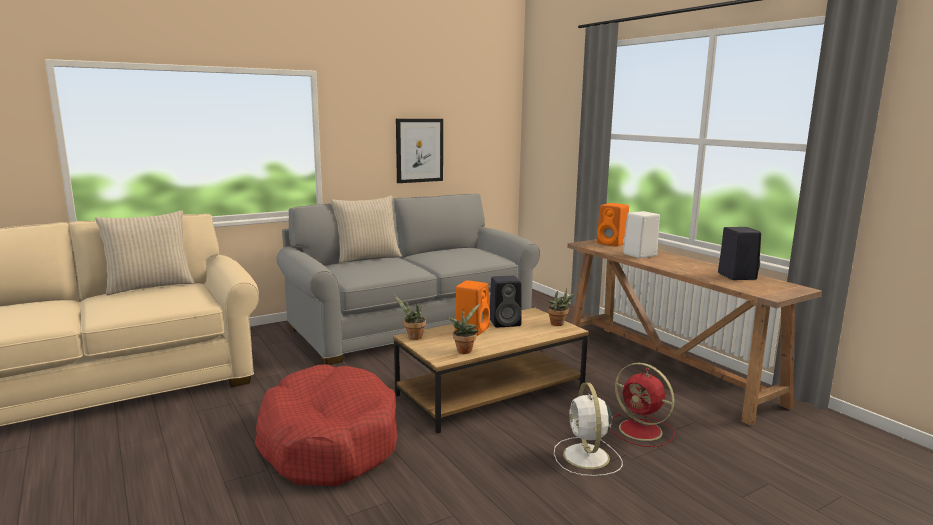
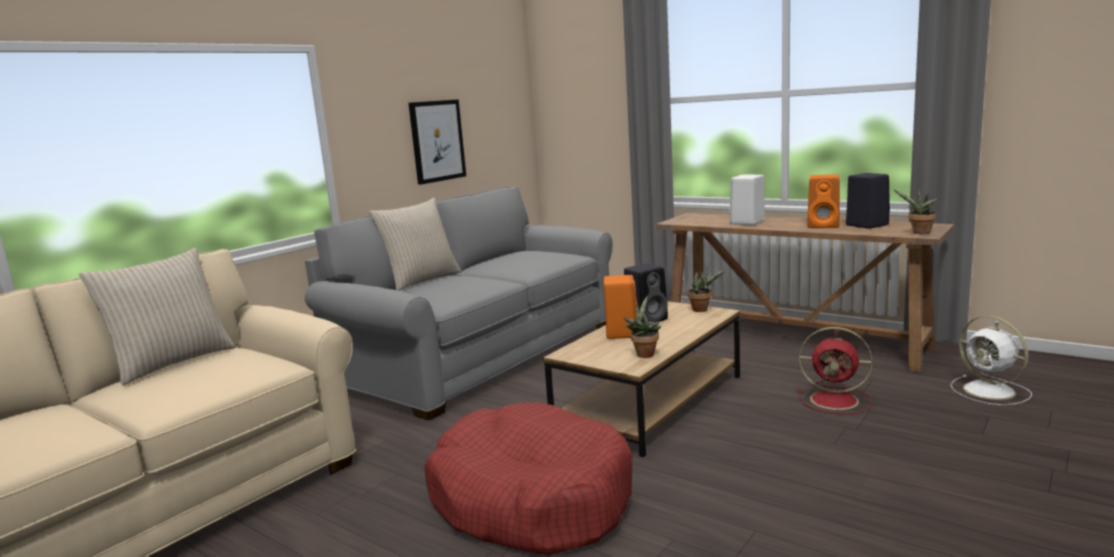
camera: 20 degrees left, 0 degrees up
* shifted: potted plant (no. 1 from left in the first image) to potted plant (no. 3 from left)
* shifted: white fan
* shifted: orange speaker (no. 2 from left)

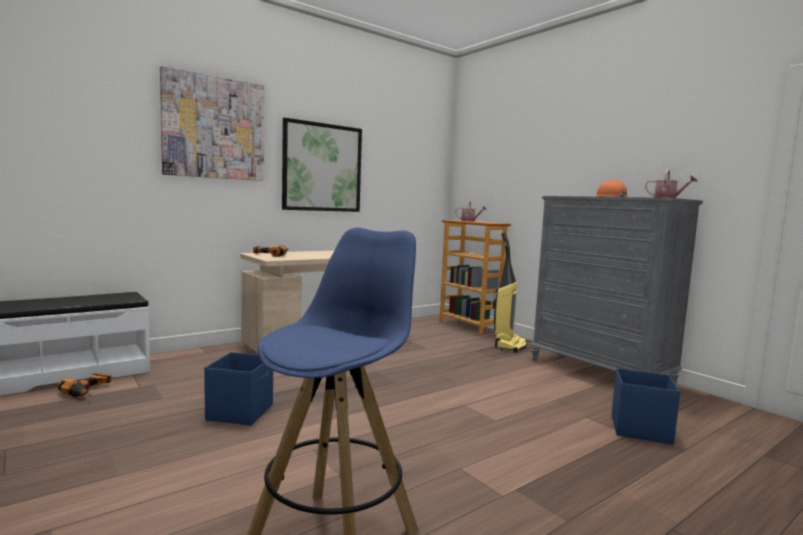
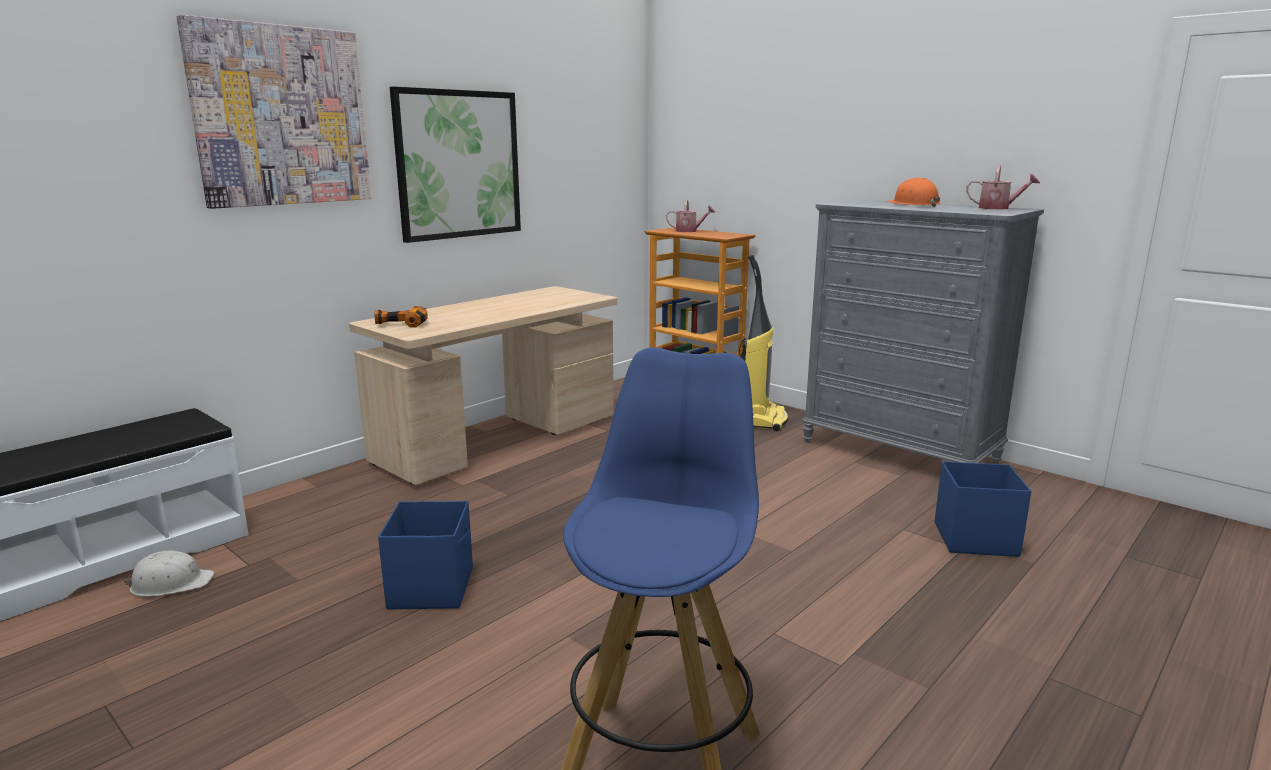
camera: 10 degrees left, 10 degrees up
* swapped: power drill (no. 1 from left) to white hard hat

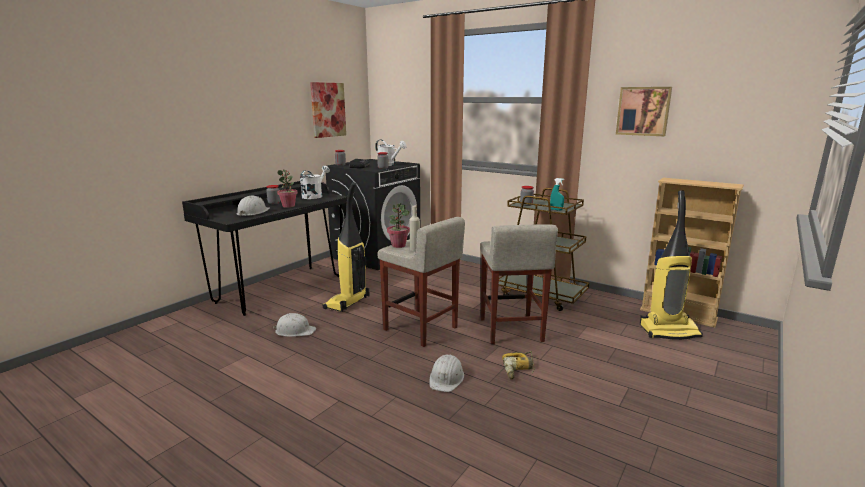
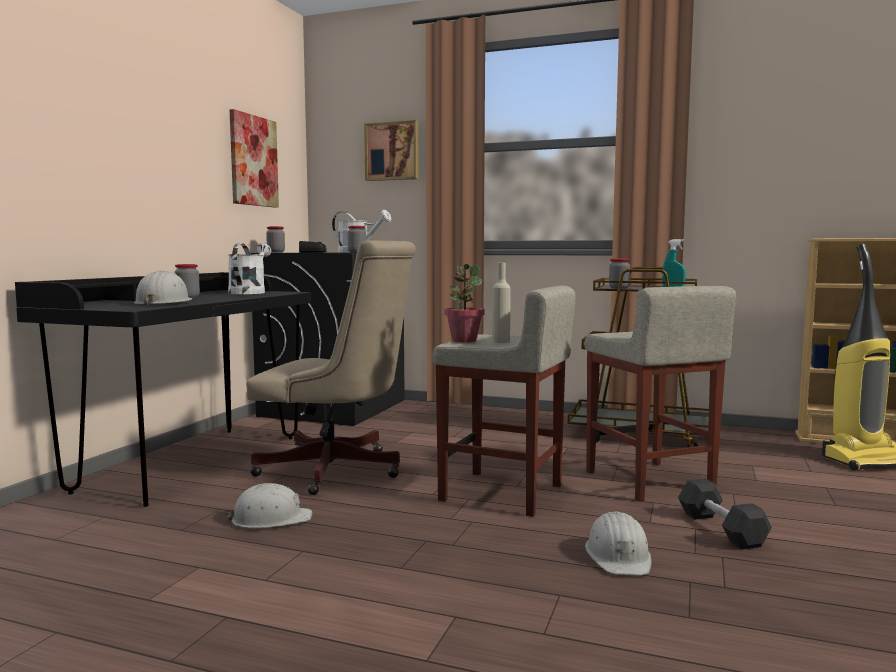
camera: 15 degrees left, 10 degrees down
* gone: potted plant (no. 1 from left)
* shifted: picture (no. 2 from left)
* swapped: vacuum cleaner (no. 1 from left) to beige office chair
* swapped: power drill to black dumbbell

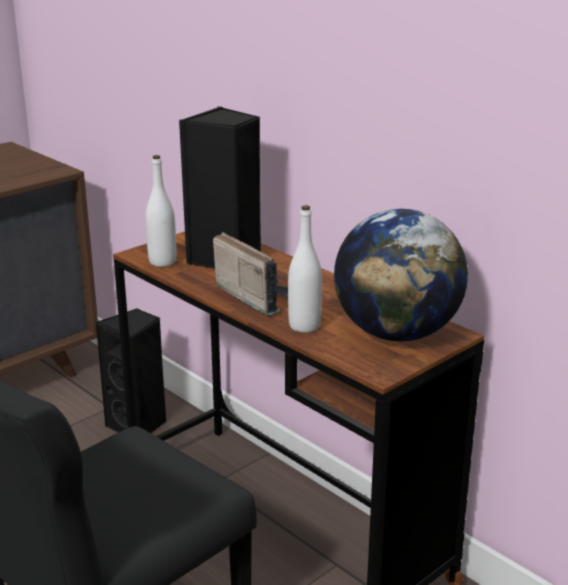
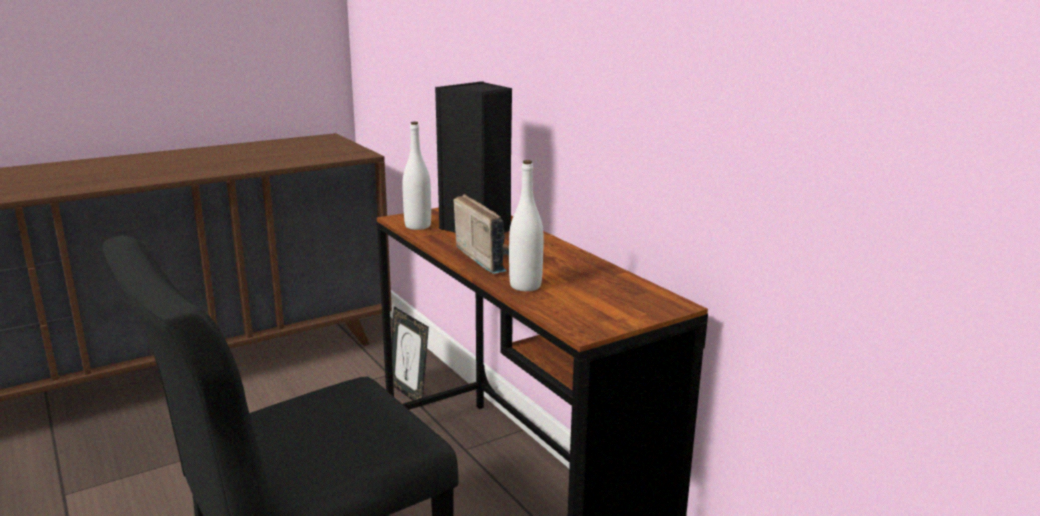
camera: 10 degrees right, 5 degrees down
* gone: globe
* swapped: black speaker (no. 1 from left) to picture frame

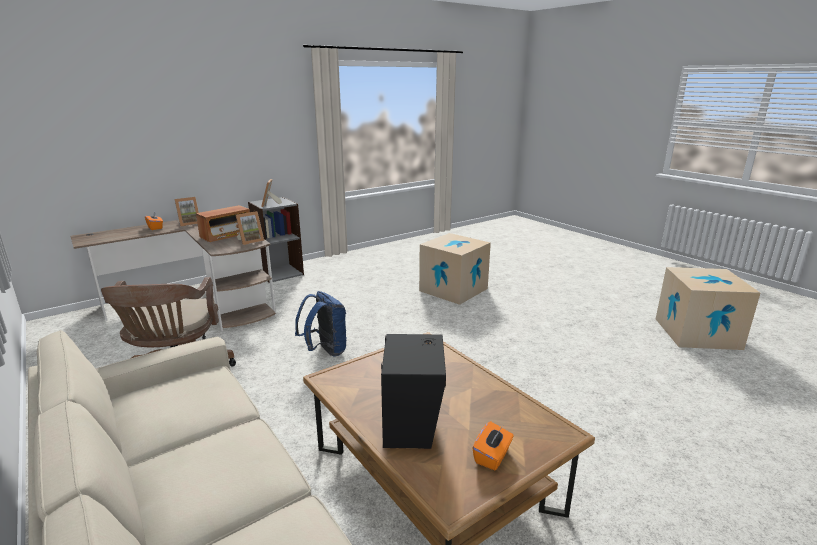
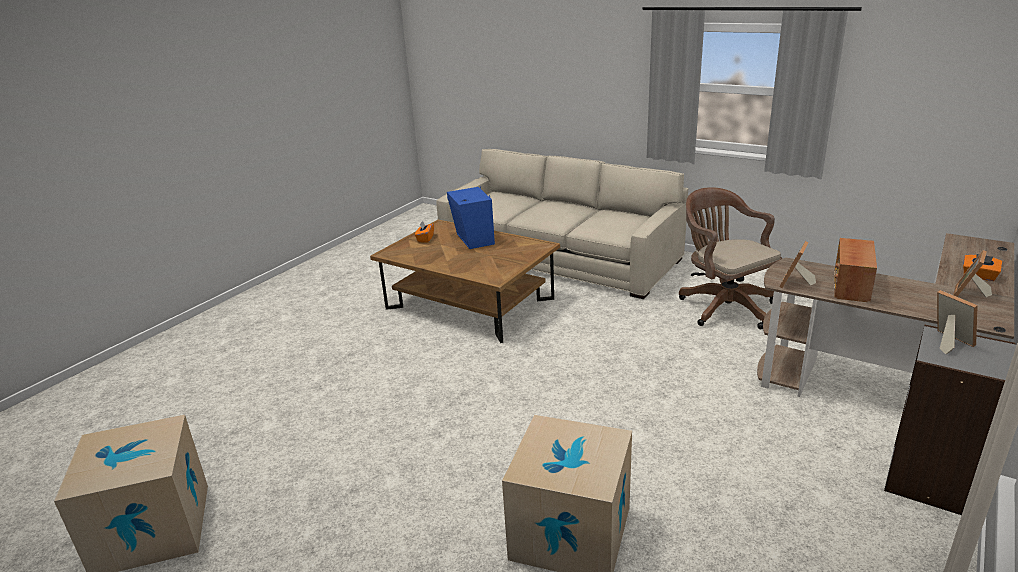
camera: 160 degrees right, 5 degrees up
* gone: blue backpack
* repainted: black speaker to blue speaker

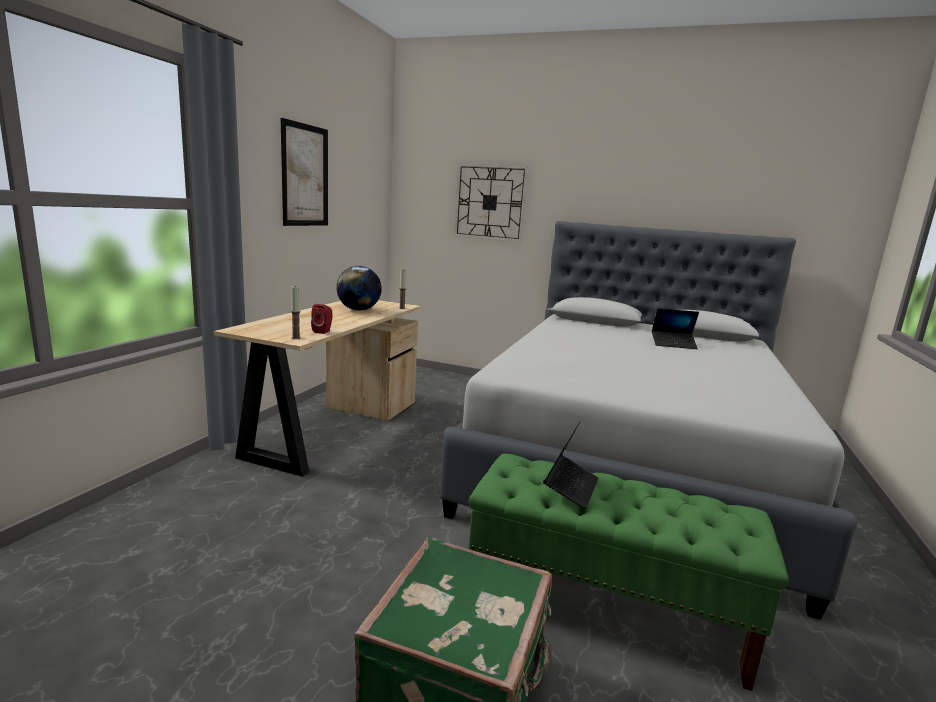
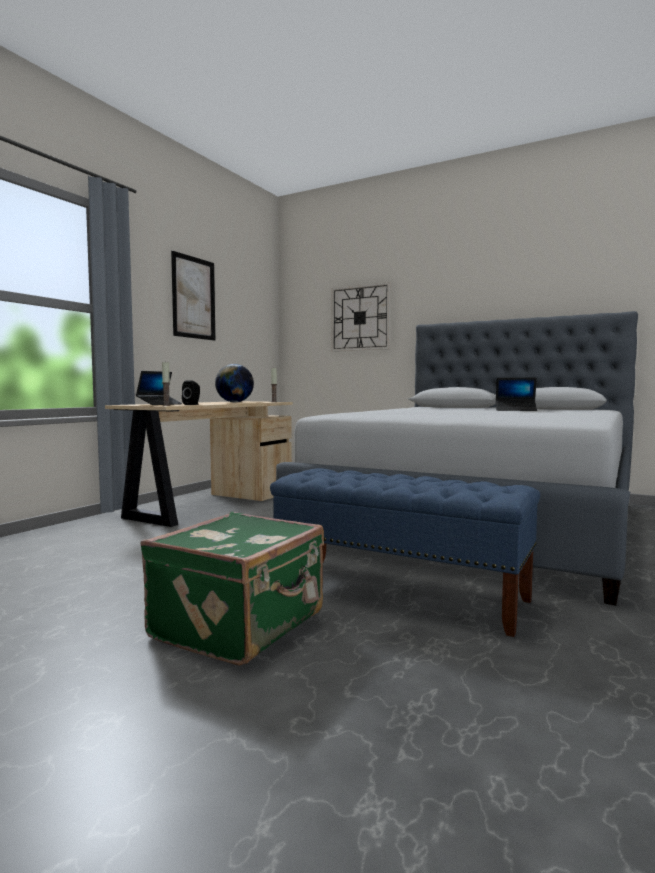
camera: 10 degrees right, 10 degrees down
* shifted: laptop (no. 1 from left)
* repainted: red speaker to black speaker
* repainted: green bench to blue bench

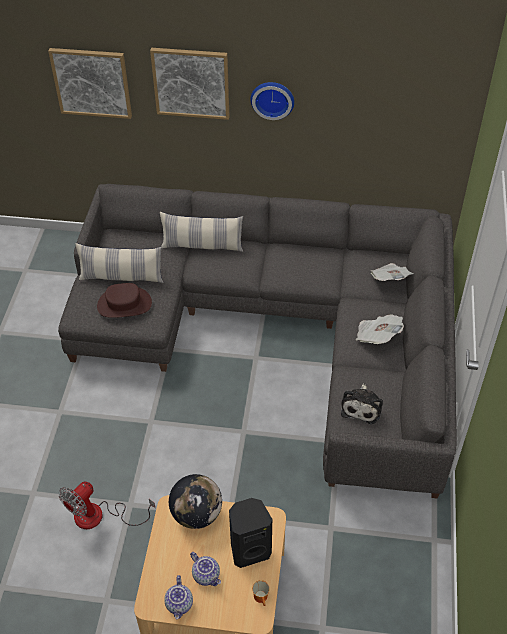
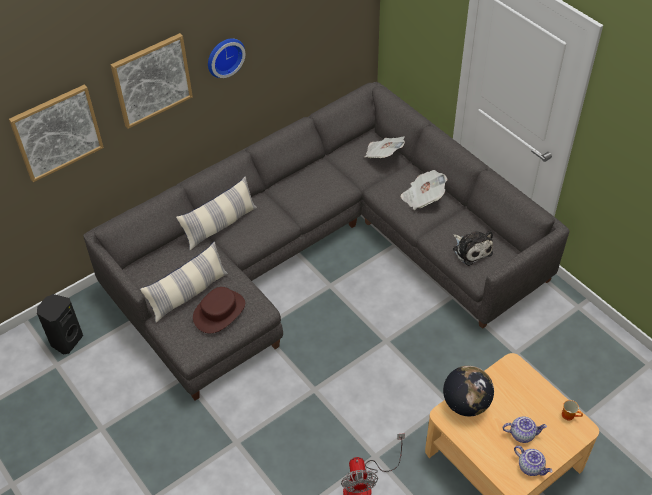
camera: 45 degrees left, 0 degrees up
* shifted: black speaker

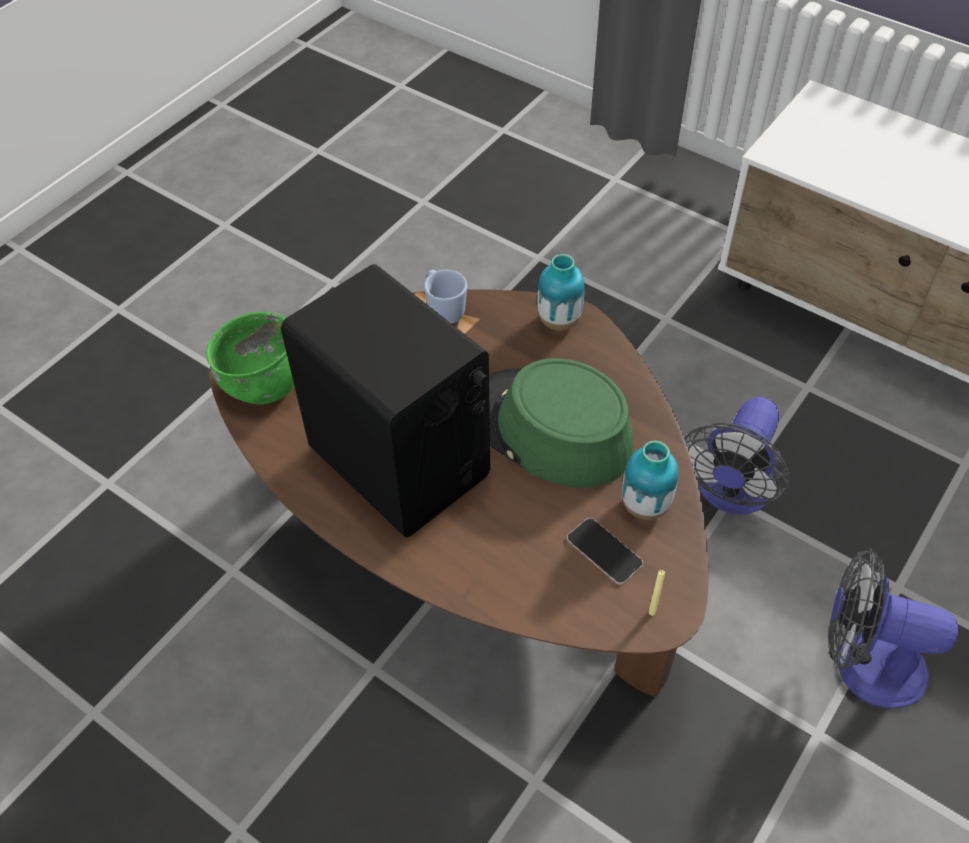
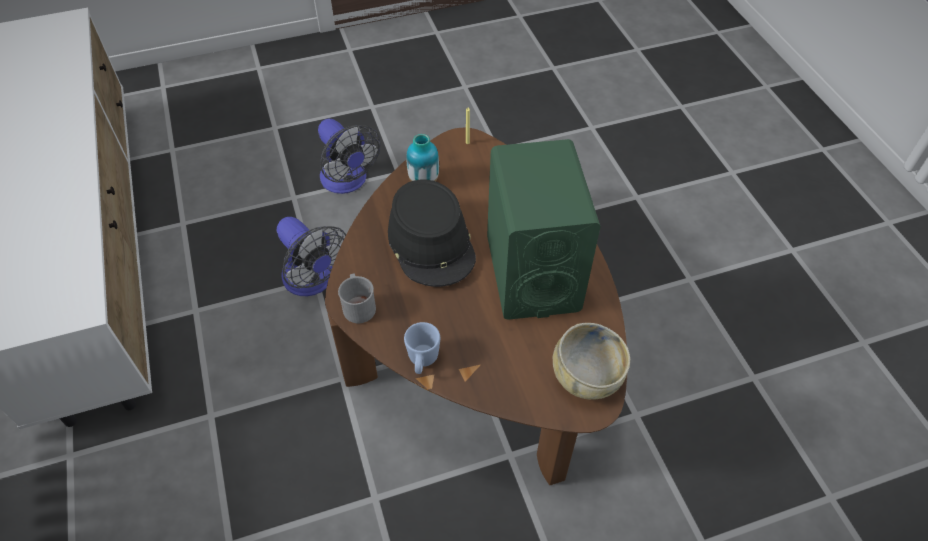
camera: 145 degrees left, 0 degrees up
* gone: phone
* swapped: vase (no. 1 from left) to grey mug
* repainted: green bowl to beige bowl
* repainted: black speaker to green speaker
* repainted: green hat to black hat
* rotated: fan (no. 1 from left) 75 degrees clockwise

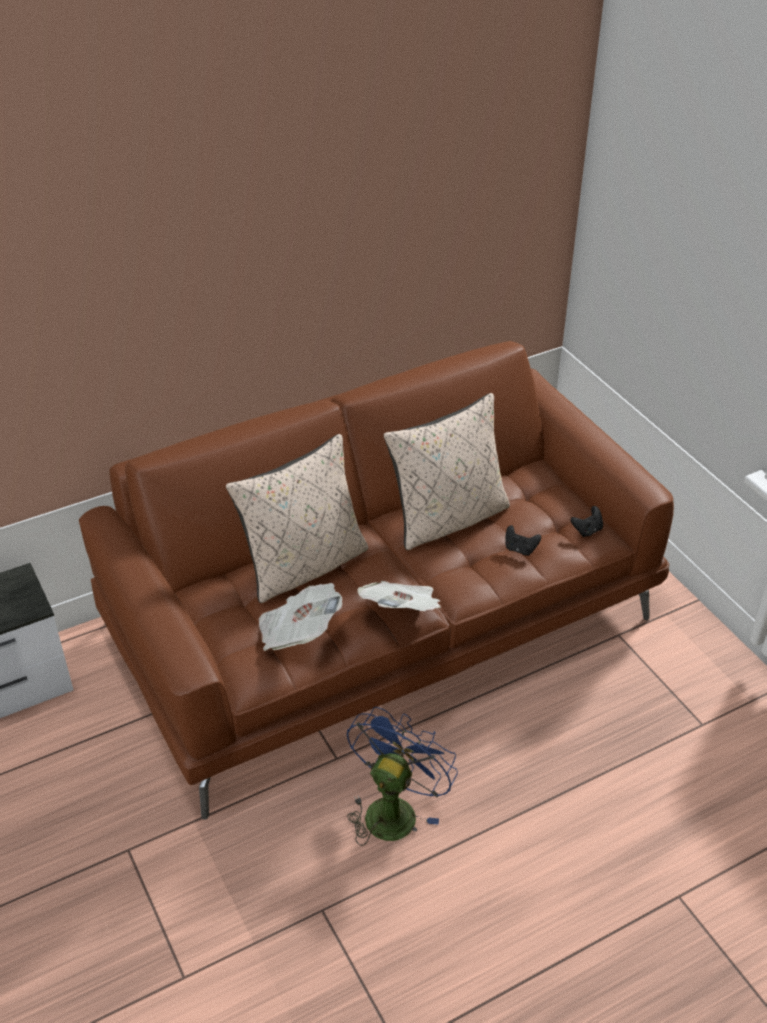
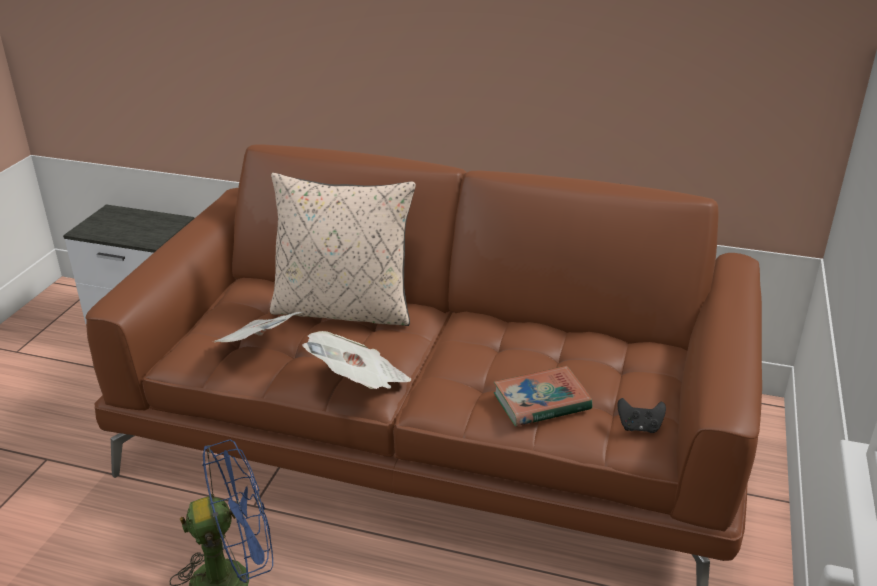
camera: 45 degrees right, 10 degrees down
* gone: beige pillow (no. 2 from left)
* swapped: black game controller (no. 1 from left) to book

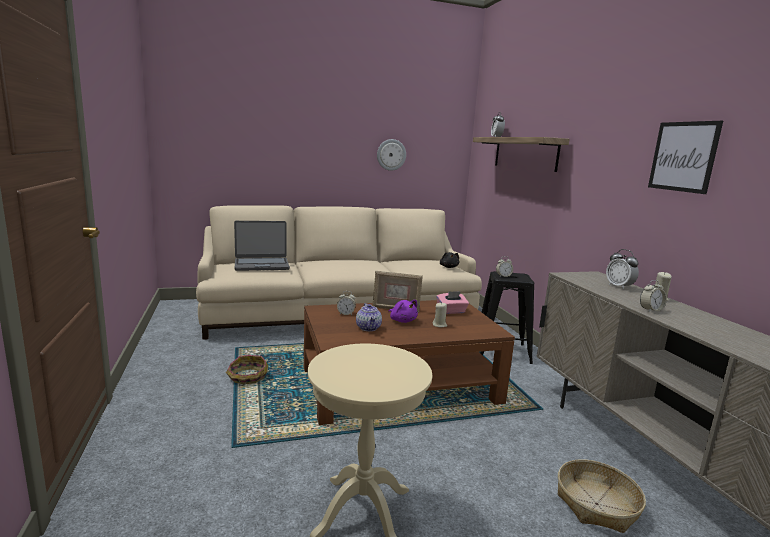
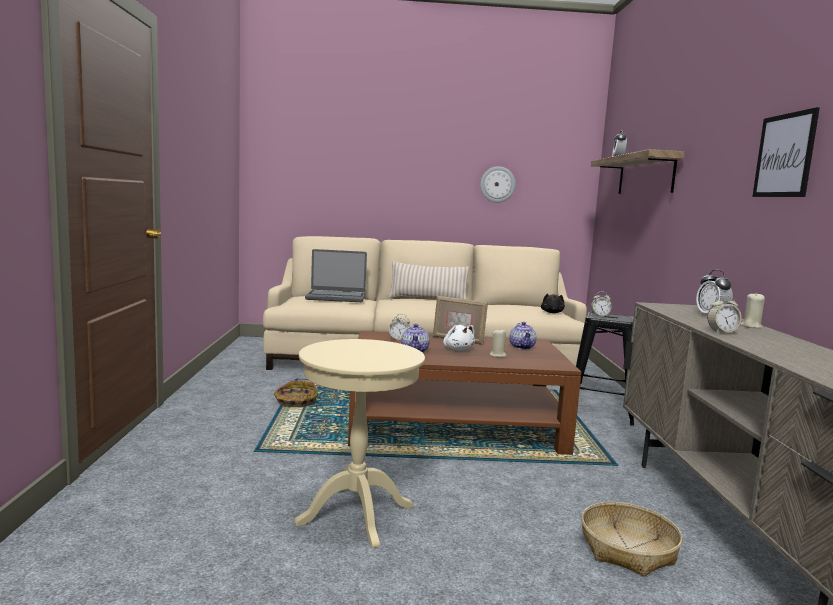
camera: 15 degrees right, 5 degrees down
* new: beige pillow
* swapped: pink tissue box to teapot (no. 2 from left)
* repainted: purple plush toy to white plush toy

